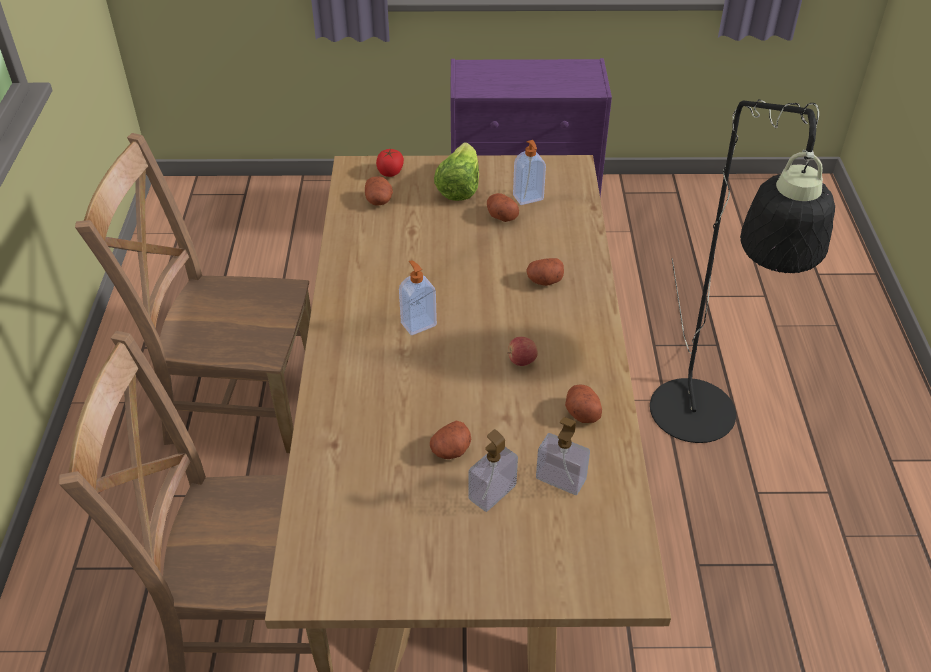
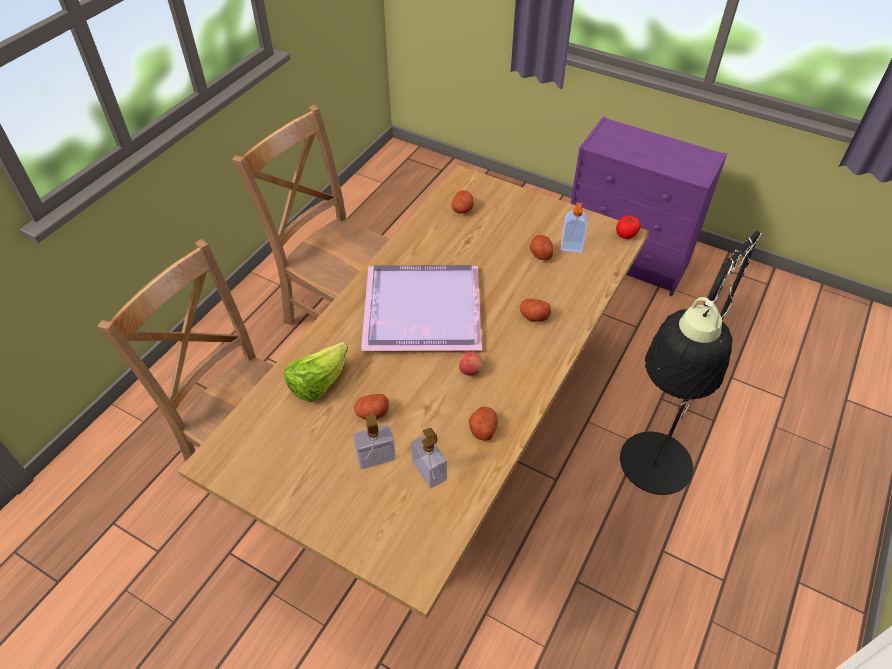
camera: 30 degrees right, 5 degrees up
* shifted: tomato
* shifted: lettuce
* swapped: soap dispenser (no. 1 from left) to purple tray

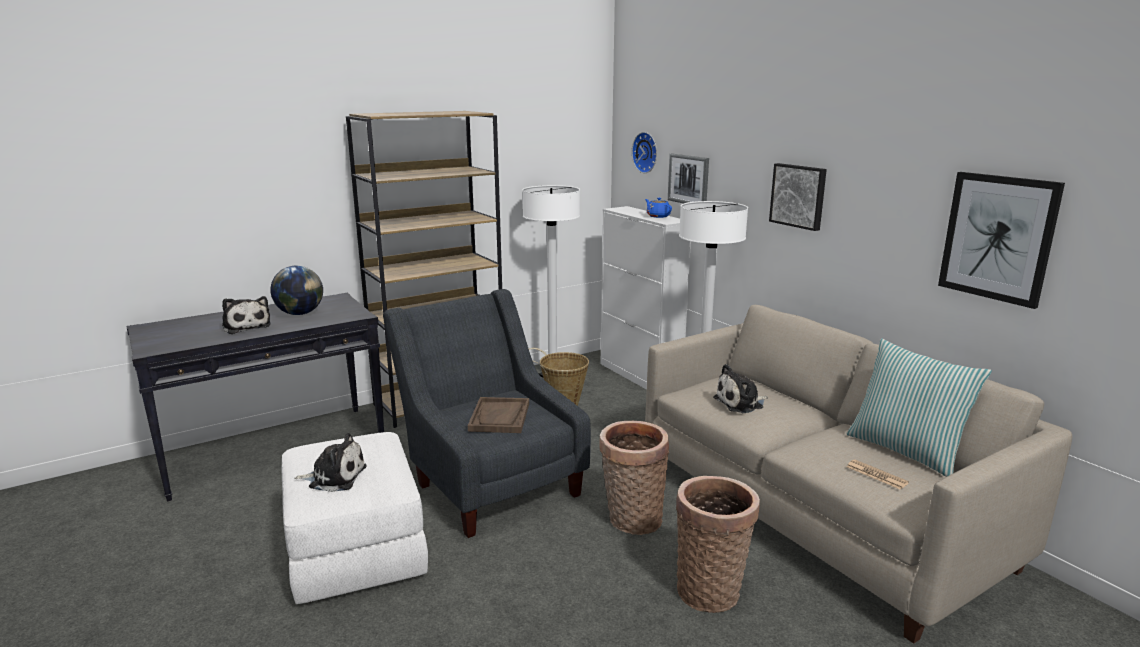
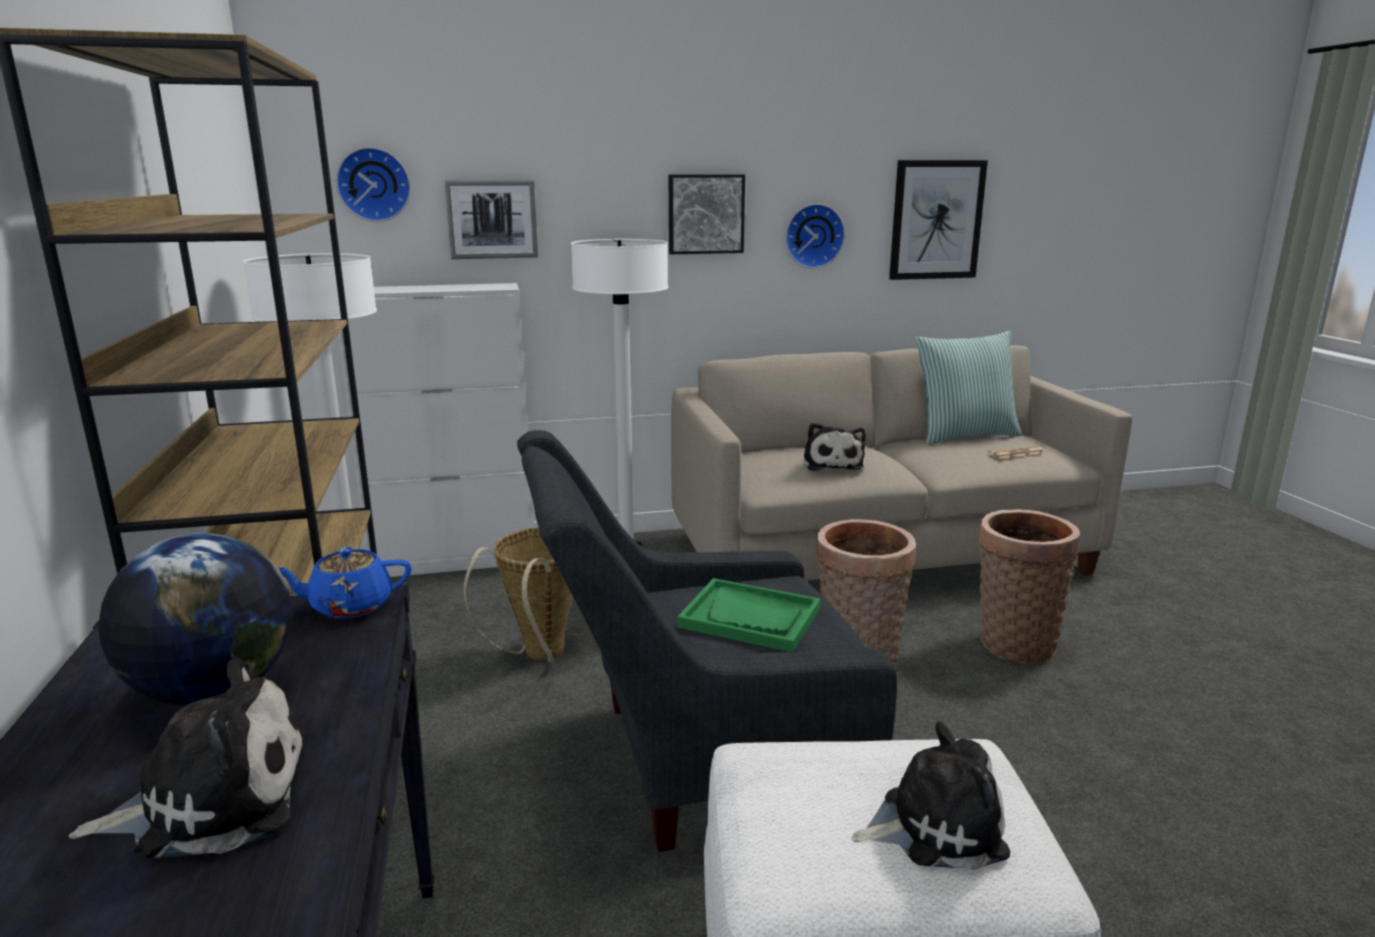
camera: 70 degrees left, 0 degrees up
* new: wall clock (no. 2 from left)
* shifted: blue teapot
* repainted: brown tray to green tray
* rotated: plush toy (no. 2 from left in the first image) 60 degrees clockwise

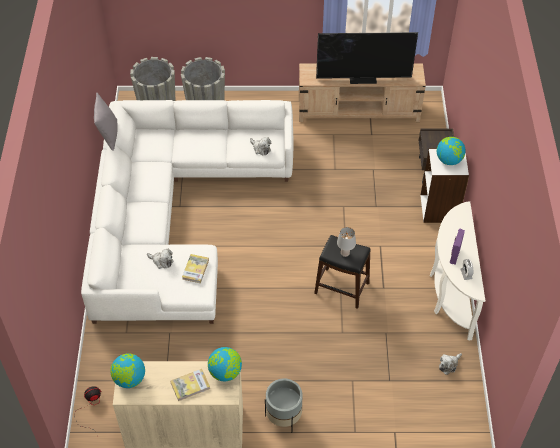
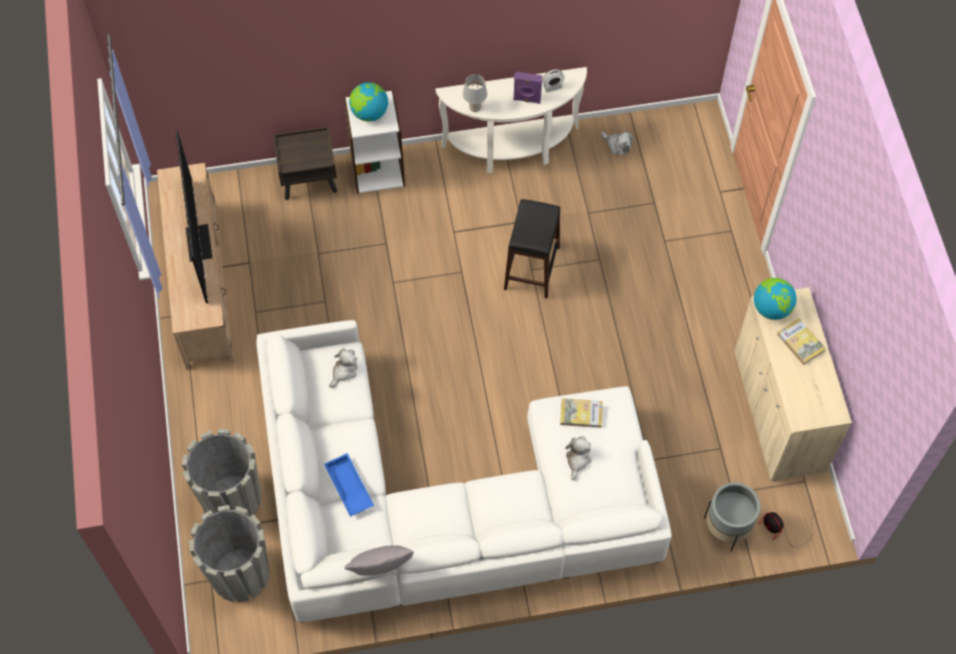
camera: 100 degrees left, 10 degrees up
* gone: globe (no. 1 from left)
* new: blue tray
* shifted: grey planter (no. 3 from left)
* shifted: grey table lamp

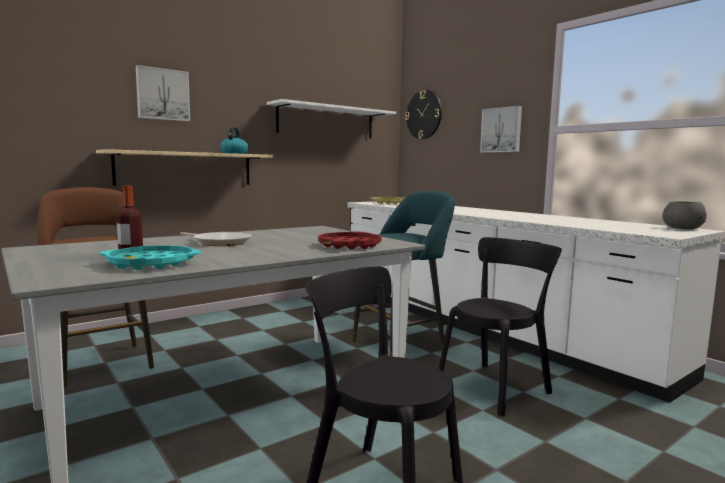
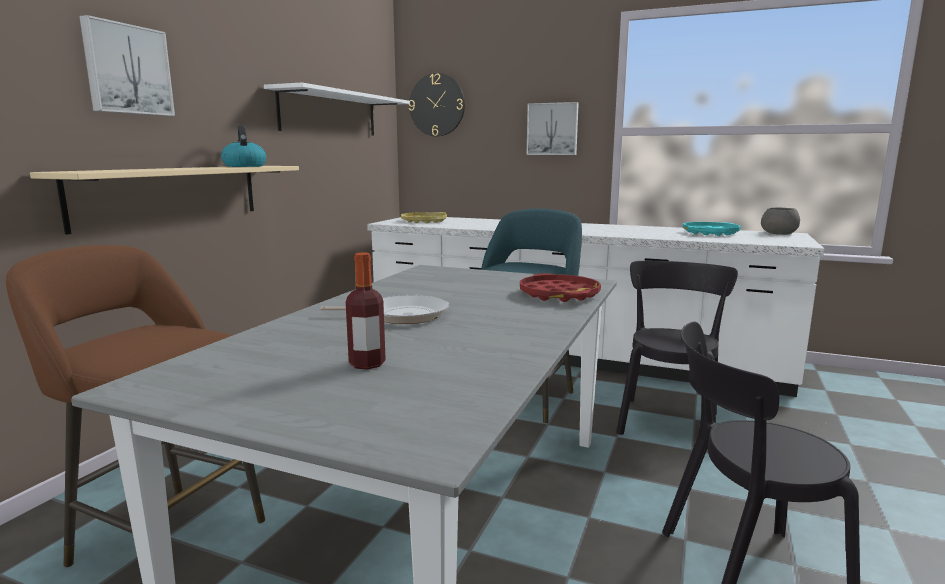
camera: 30 degrees left, 5 degrees up
* shifted: turquoise tray

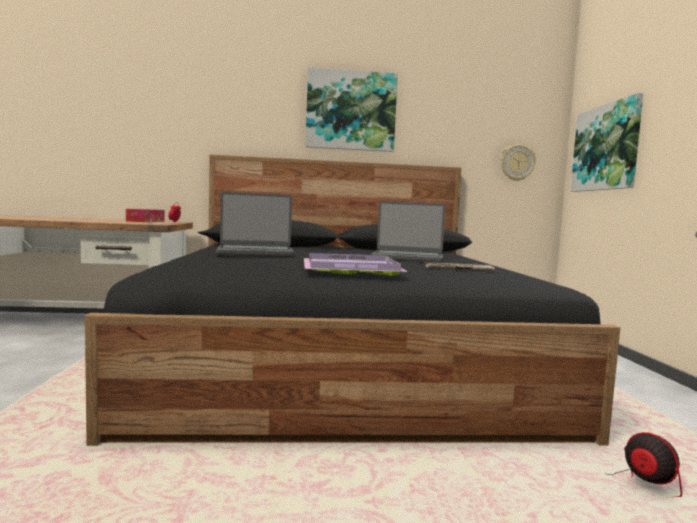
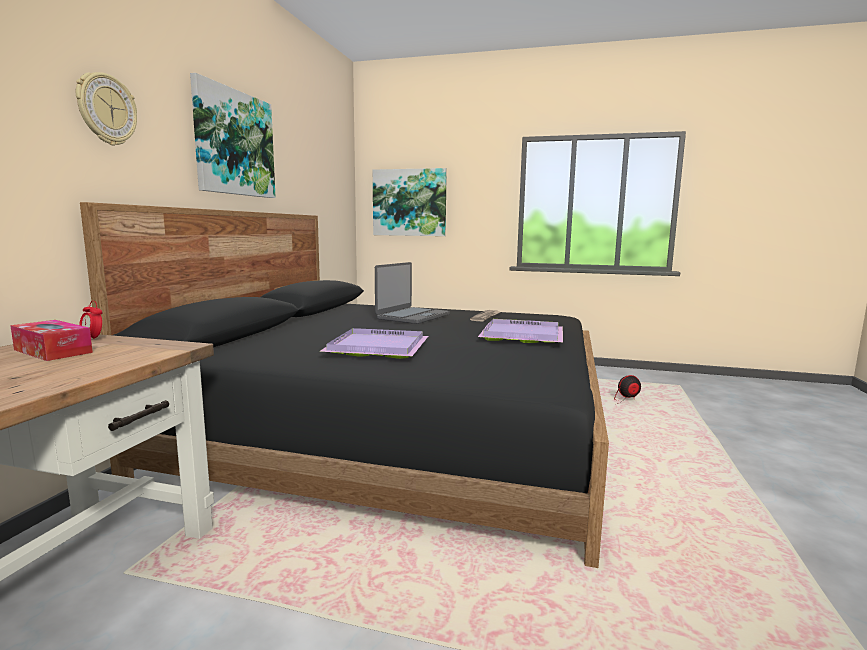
camera: 70 degrees left, 5 degrees up
* shifted: wall clock
* swapped: laptop (no. 1 from left) to purple tray (no. 1 from left)

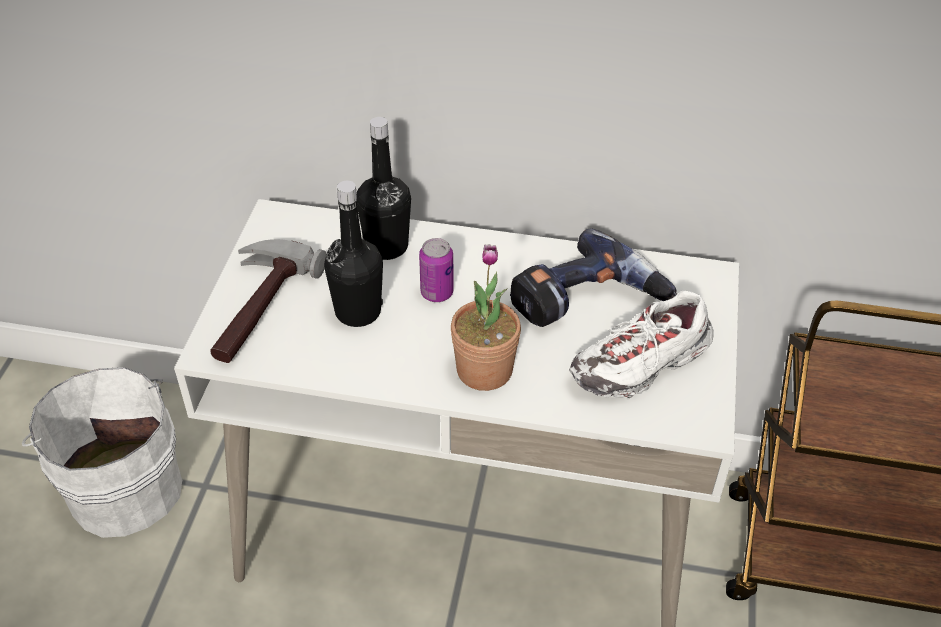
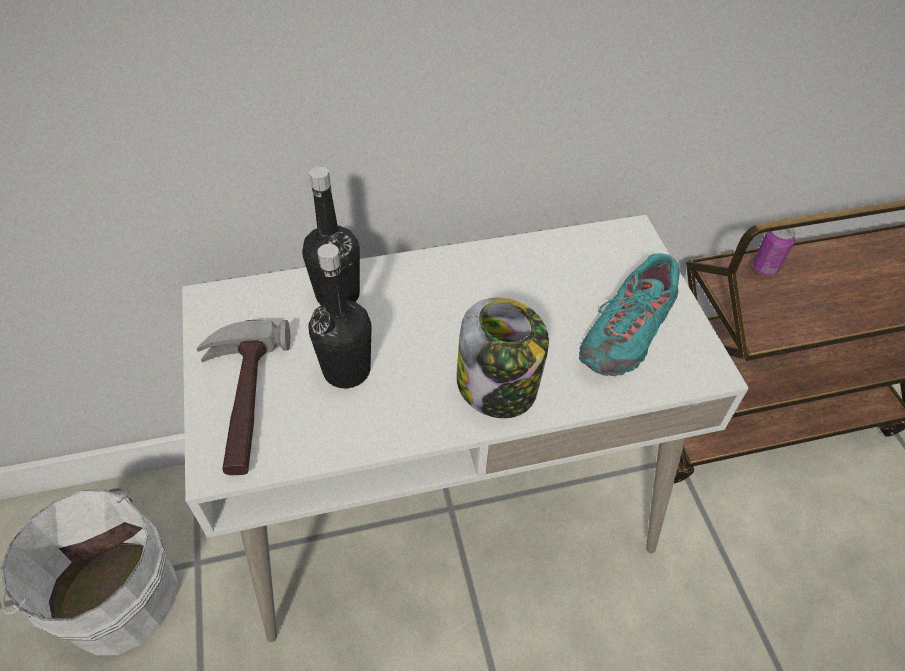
camera: 25 degrees left, 5 degrees up
* gone: power drill
* shifted: can
* swapped: potted plant to jar
* repainted: white shoe to turquoise shoe

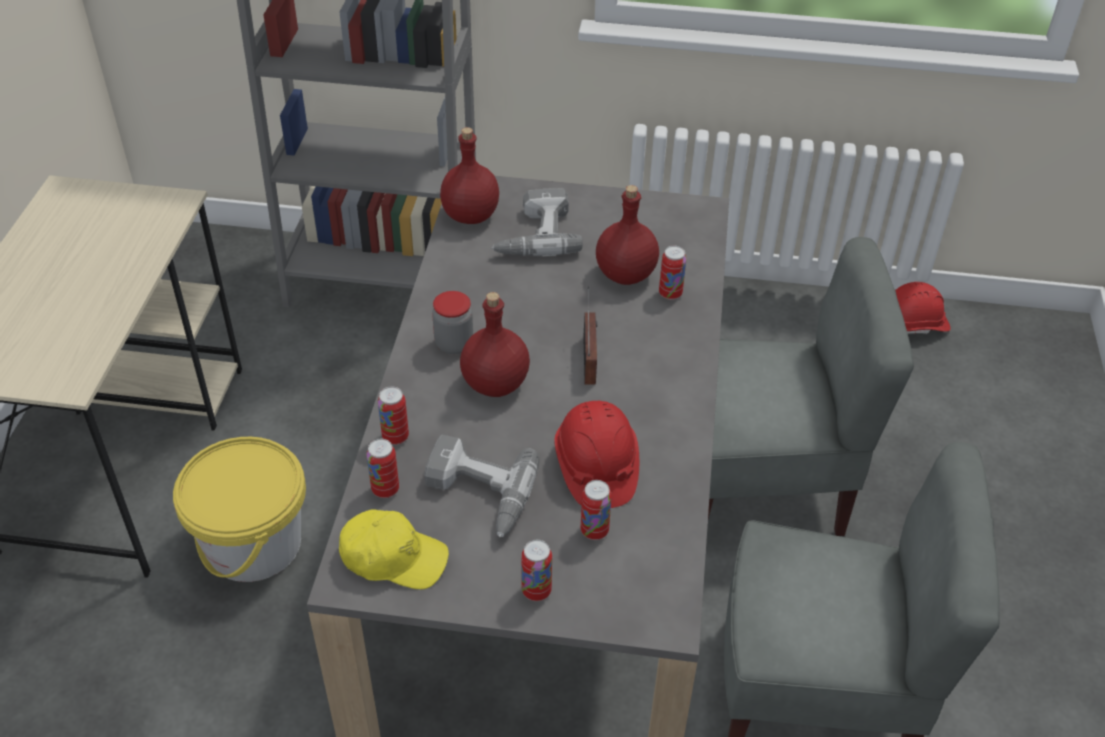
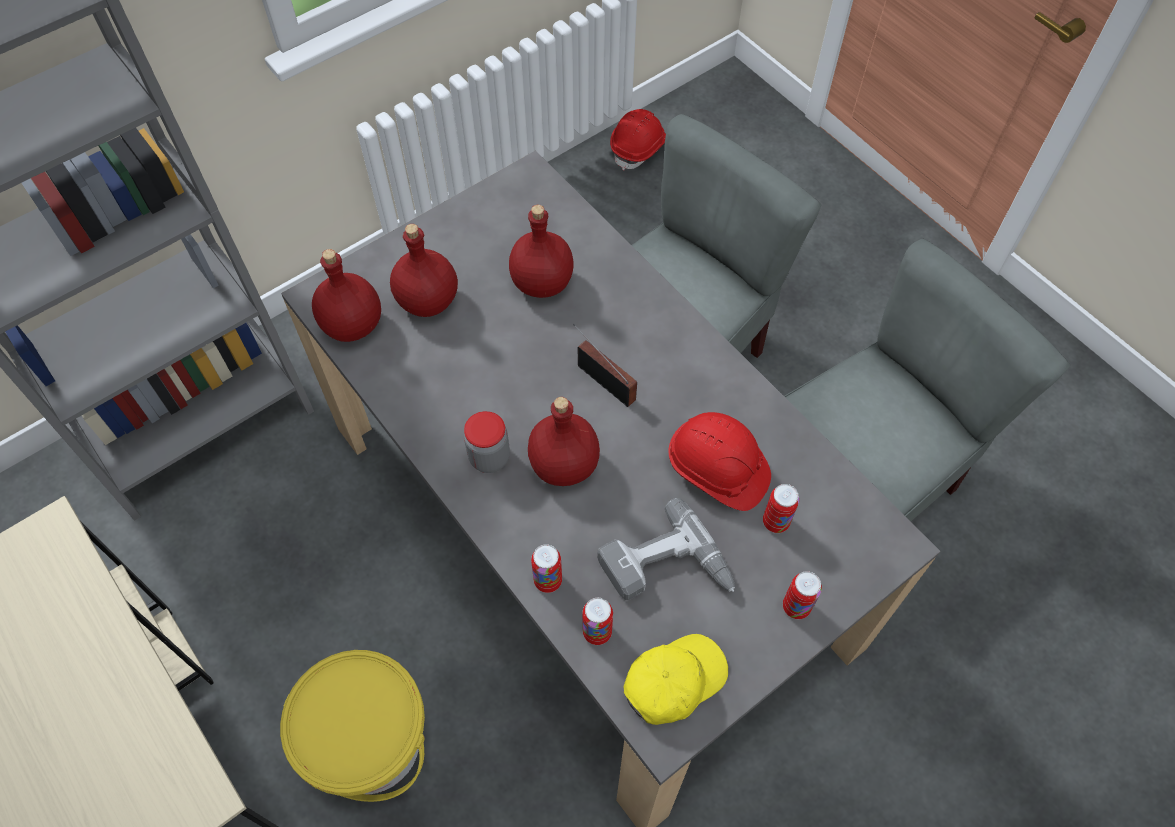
camera: 45 degrees left, 15 degrees up
* gone: can (no. 5 from left)
* swapped: power drill (no. 2 from left) to red bottle (no. 2 from left)

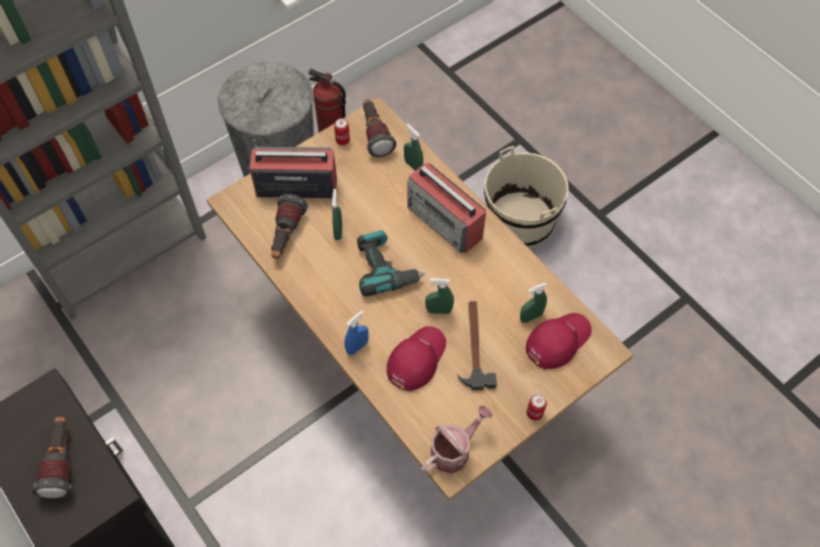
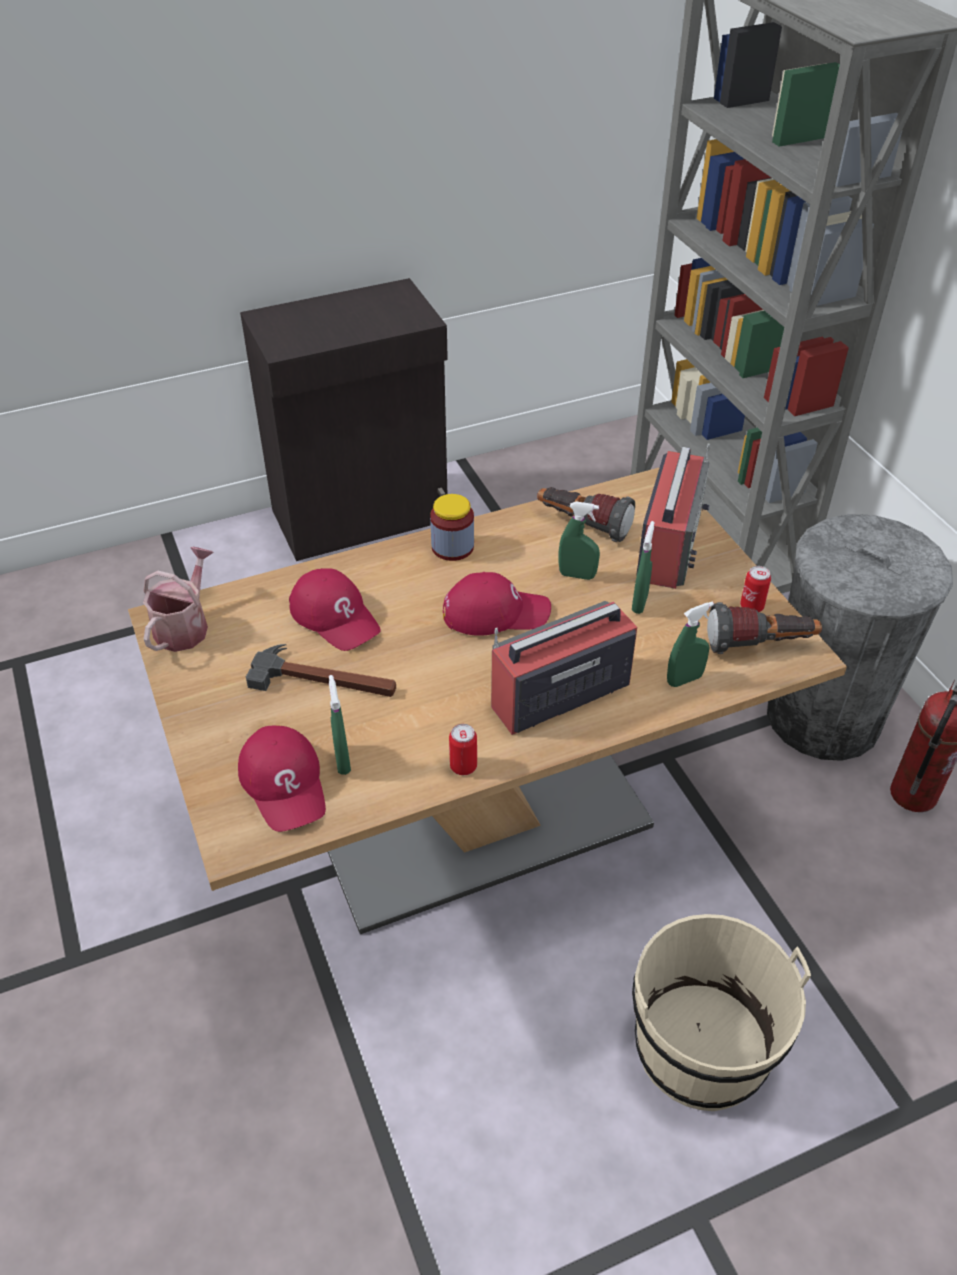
camera: 105 degrees right, 15 degrees down
* gone: flashlight (no. 1 from left)
* gone: blue spray bottle
* new: jar
* shifted: green spray bottle (no. 3 from left)
* shifted: can (no. 2 from left in the first image) to can (no. 1 from left)
* swapped: power drill to red cap (no. 3 from left)
* rotated: watering can 135 degrees counterclockwise

